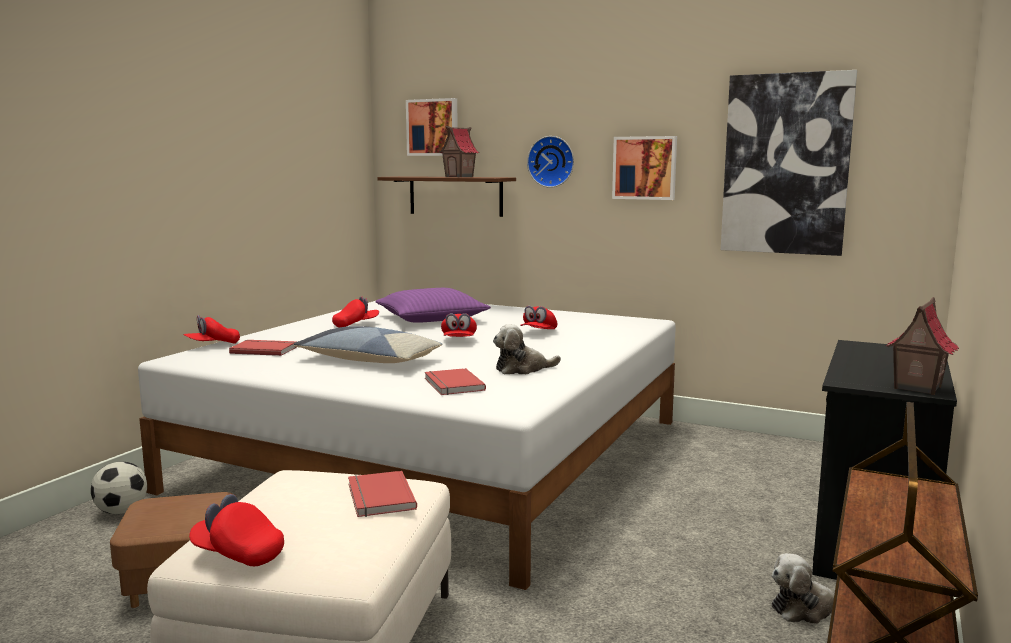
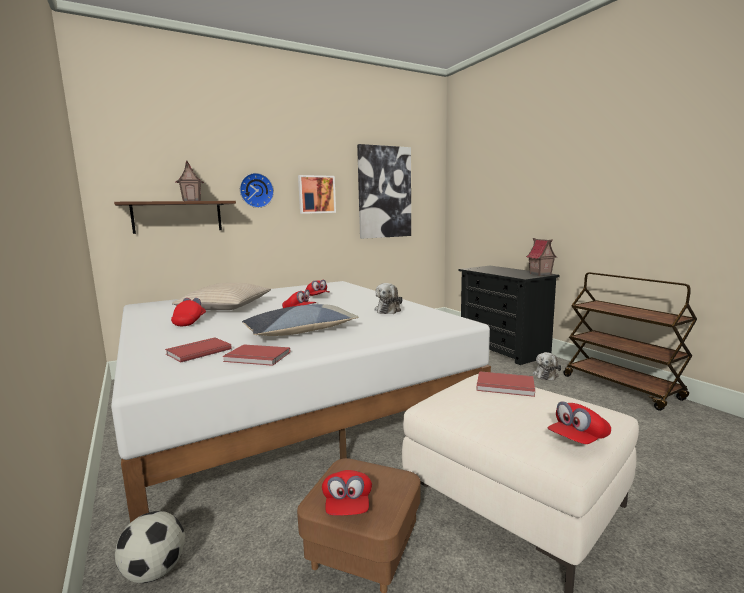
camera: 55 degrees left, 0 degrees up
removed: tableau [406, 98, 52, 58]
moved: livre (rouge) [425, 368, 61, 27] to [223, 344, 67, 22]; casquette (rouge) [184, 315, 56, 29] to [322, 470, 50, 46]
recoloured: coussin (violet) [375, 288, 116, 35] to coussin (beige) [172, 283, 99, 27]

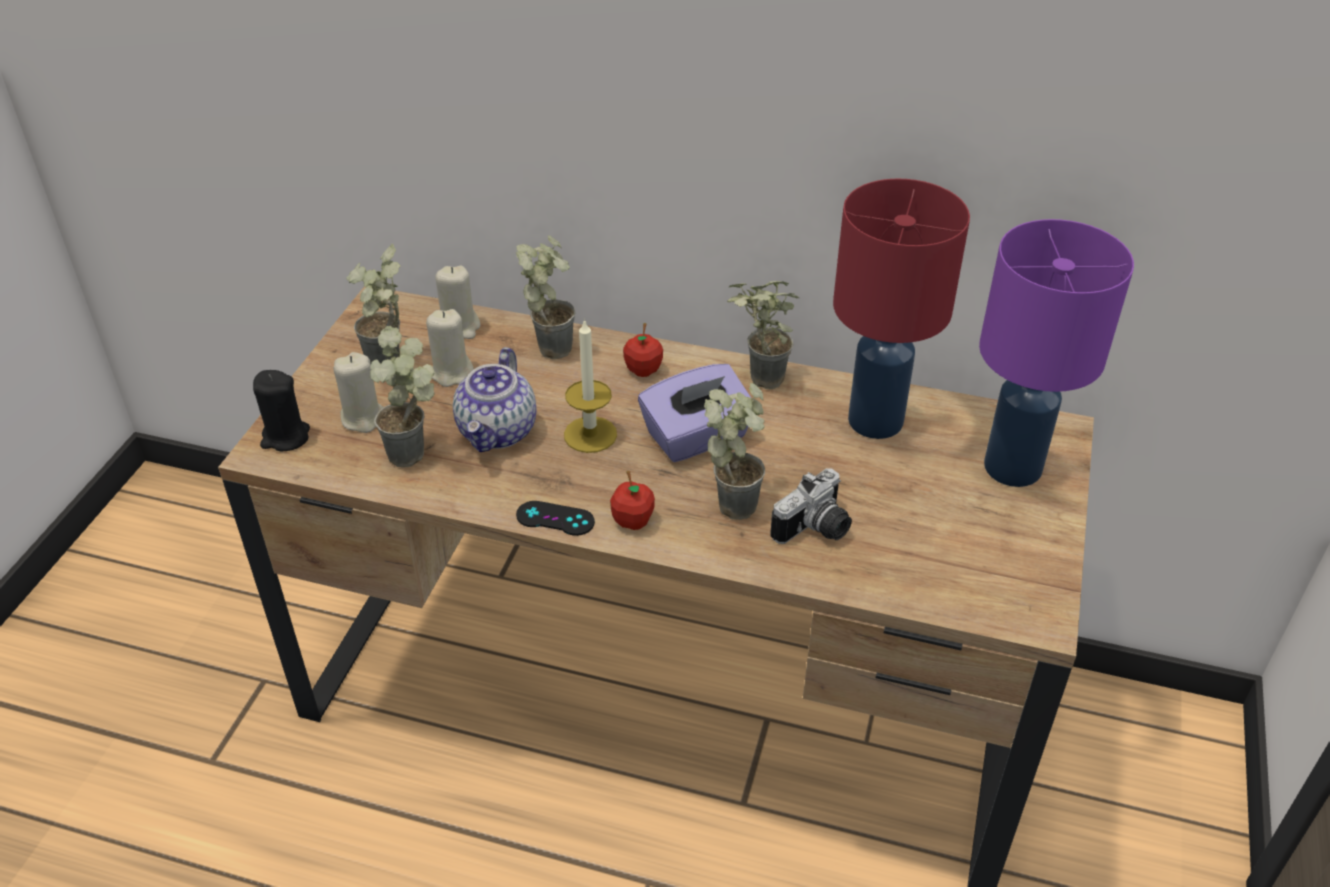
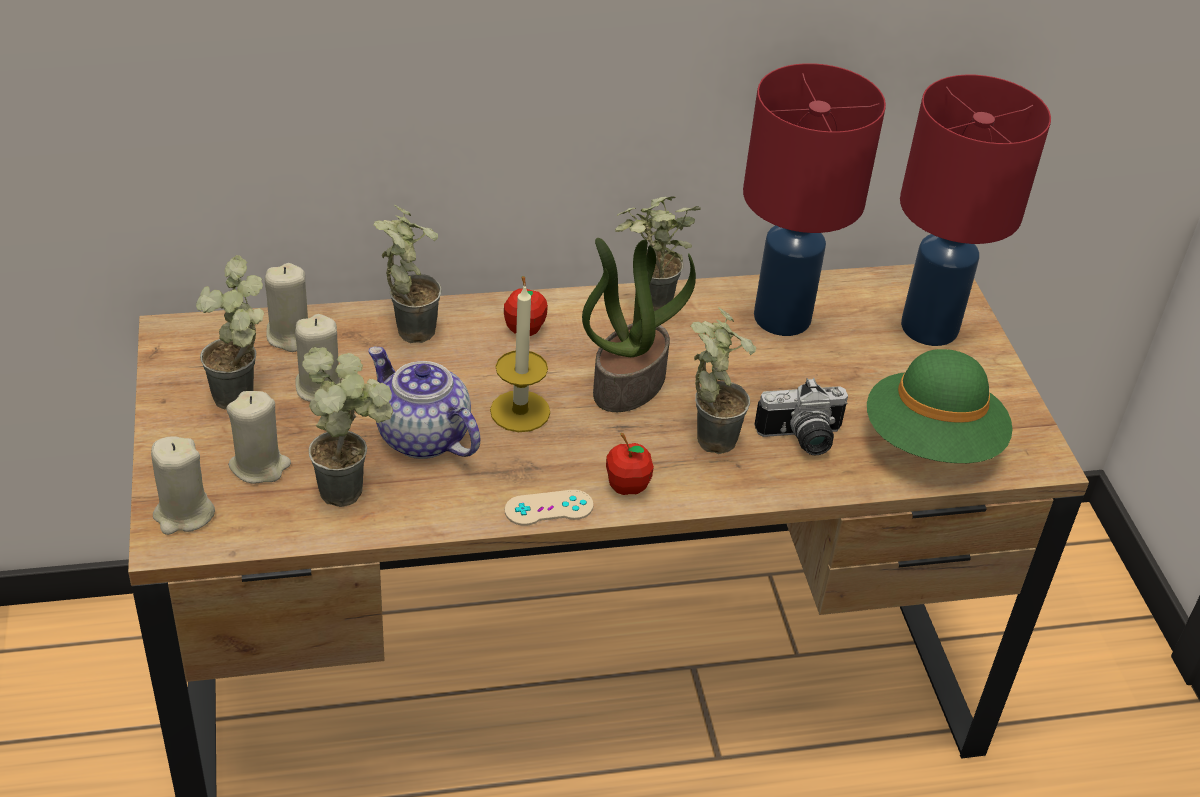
camera: 30 degrees left, 0 degrees up
added: chapeau (vert) [867, 349, 145, 114]
replaced: boîte à mouchoirs (violet) [638, 364, 113, 98] to plante en pot [582, 238, 114, 174]
recoloured: bougie (noir) [253, 370, 57, 81] to bougie (beige) [151, 436, 64, 99]; manette (noir) [516, 501, 79, 35] to manette (beige) [505, 490, 88, 36]; lampe de table (violet) [979, 219, 155, 268] to lampe de table (rouge) [900, 75, 151, 271]
turned: théière [453, 347, 83, 105] = [368, 347, 112, 112] 150 degrees clockwise; appareil photo [771, 468, 81, 76] = [754, 378, 94, 77] 60 degrees clockwise

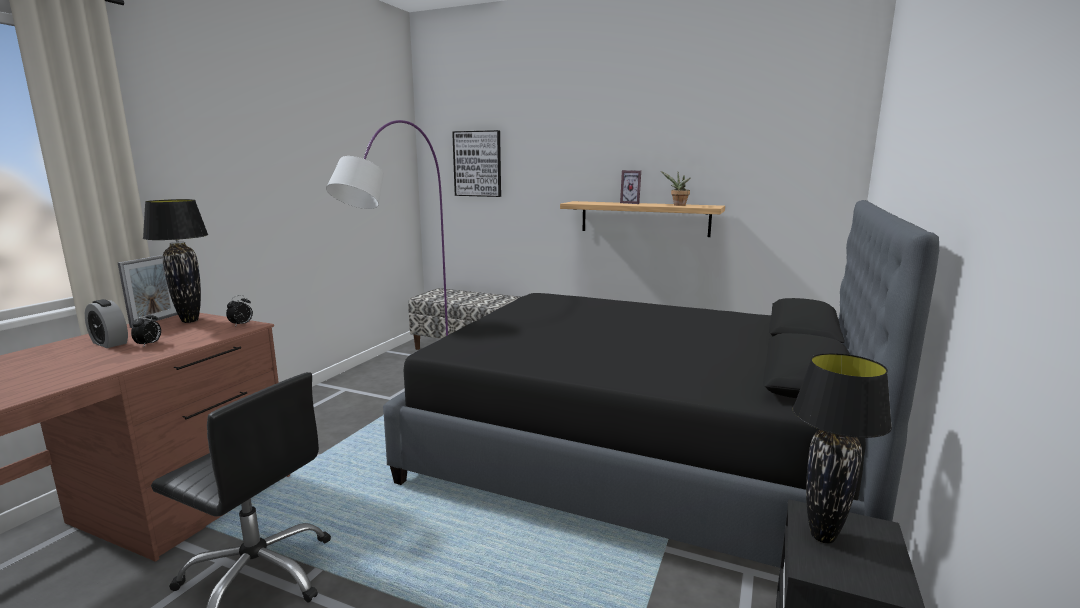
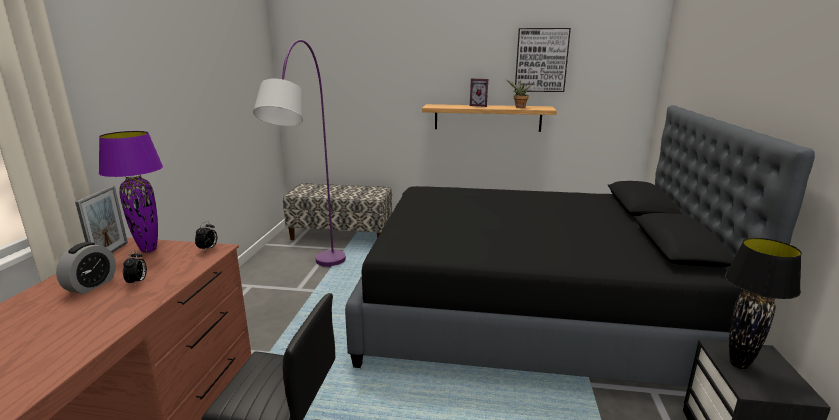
camera: 15 degrees left, 5 degrees up
moved: tableau [452, 130, 49, 67] to [515, 28, 56, 64]
recoloured: lampe de table (noir) [143, 199, 65, 124] to lampe de table (violet) [99, 131, 64, 122]
turned: réveil [85, 299, 43, 49] = [56, 242, 60, 52] 90 degrees counterclockwise

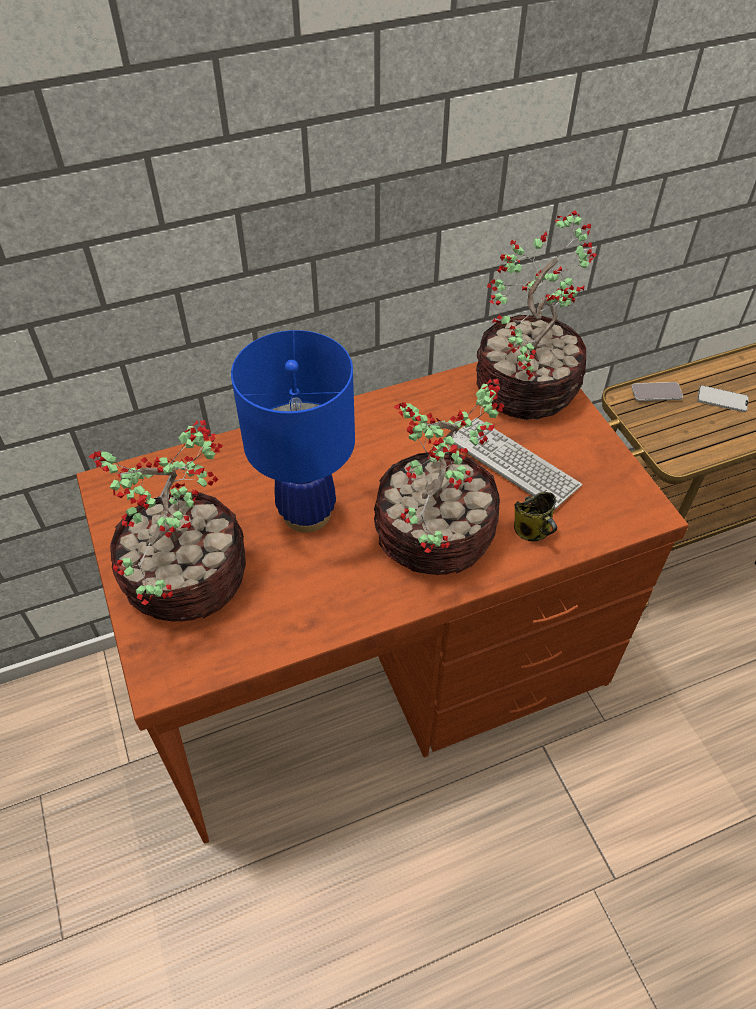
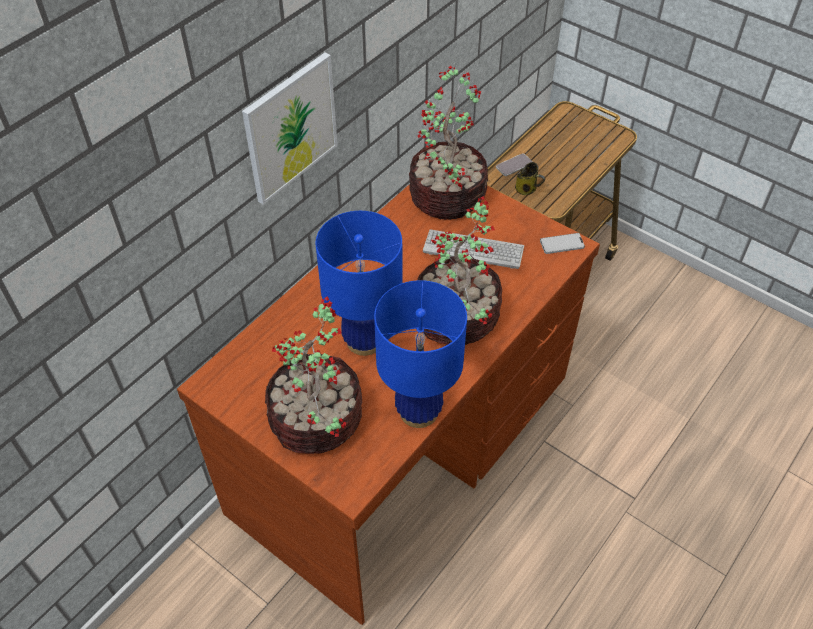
camera: 30 degrees left, 0 degrees up
added: tableau [242, 53, 96, 152]; lampe de table (bleu) [374, 280, 93, 148]
moved: mug [514, 492, 44, 50] to [515, 162, 30, 33]; téléphone [697, 385, 52, 27] to [540, 233, 45, 21]

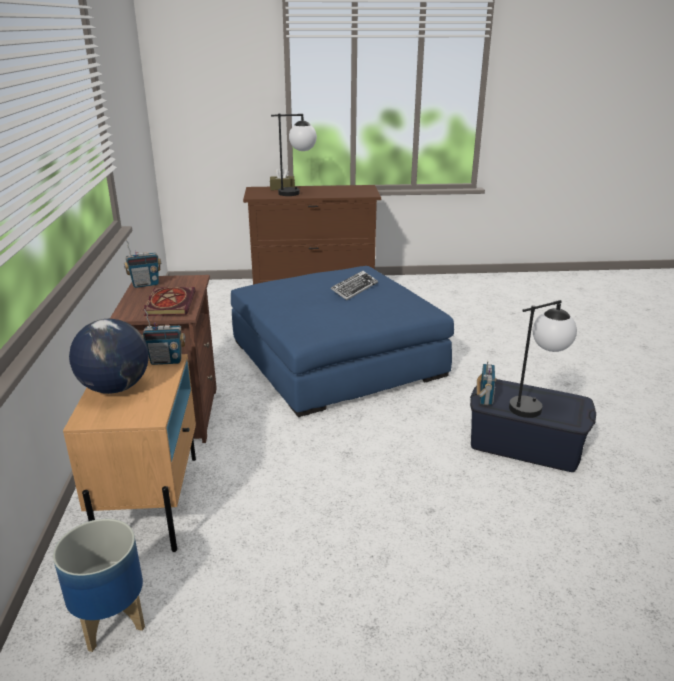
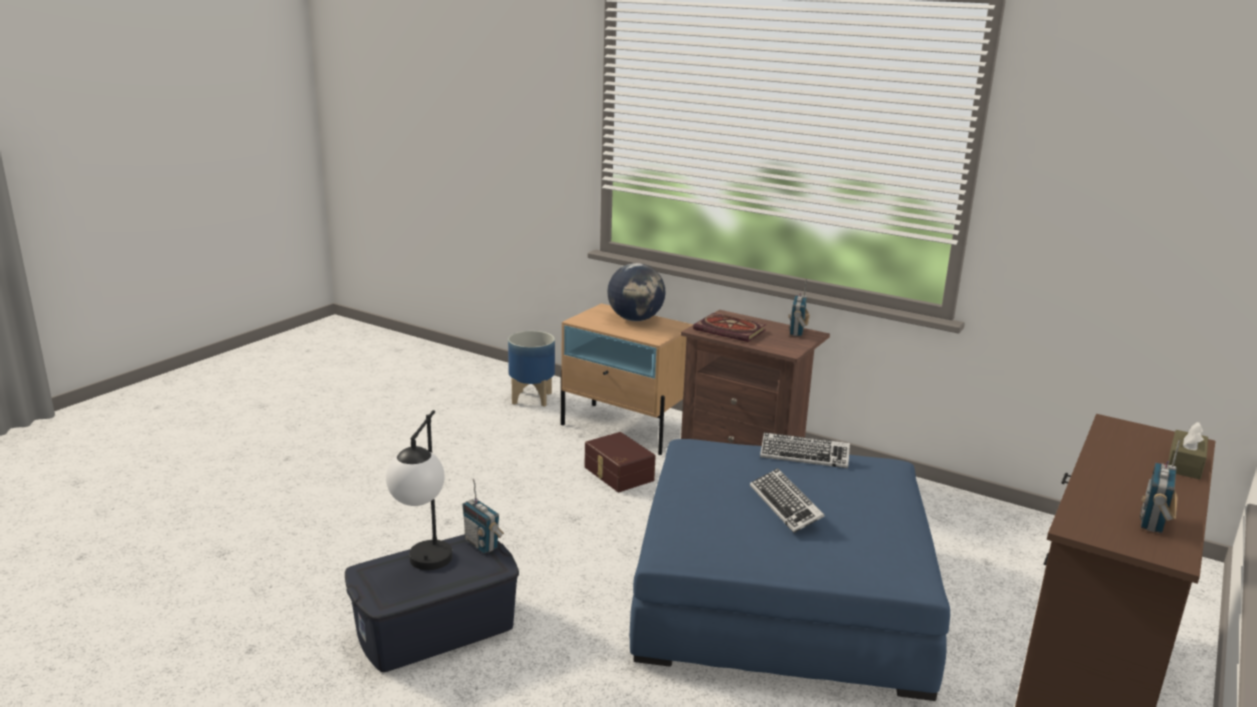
camera: 125 degrees right, 5 degrees down
removed: lampe de table [271, 114, 46, 82]
added: boîte de rangement (marron) [585, 432, 71, 60]; clavier [760, 432, 90, 36]
moved: radio [142, 309, 43, 56] to [1140, 440, 41, 93]

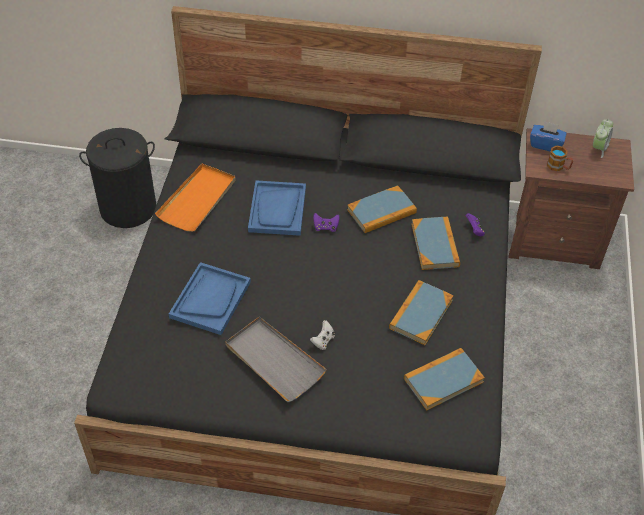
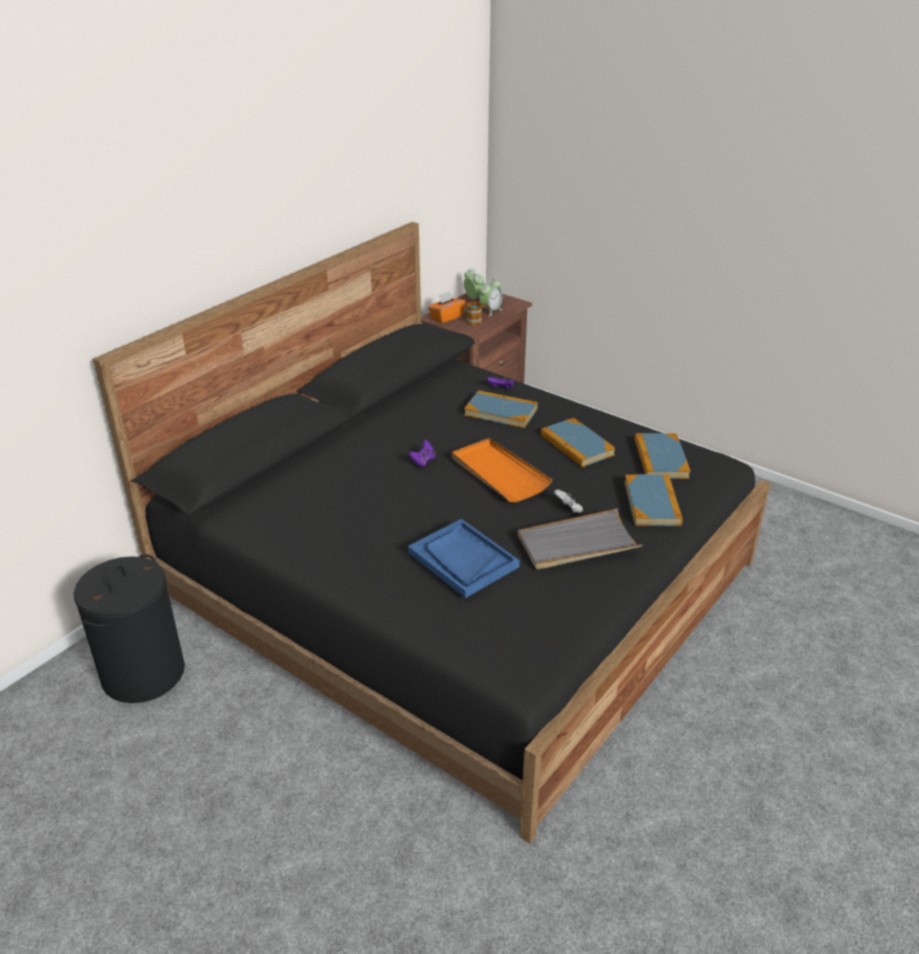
camera: 60 degrees left, 15 degrees down
removed: plateau (bleu) [248, 180, 58, 56]
added: réveil [480, 278, 23, 39]
moved: plateau (orange) [155, 164, 81, 68] to [452, 438, 101, 64]; livre [347, 186, 70, 47] to [624, 474, 59, 52]
recoloured: boîte à mouchoirs (bleu) [530, 121, 37, 31] to boîte à mouchoirs (orange) [428, 291, 37, 32]

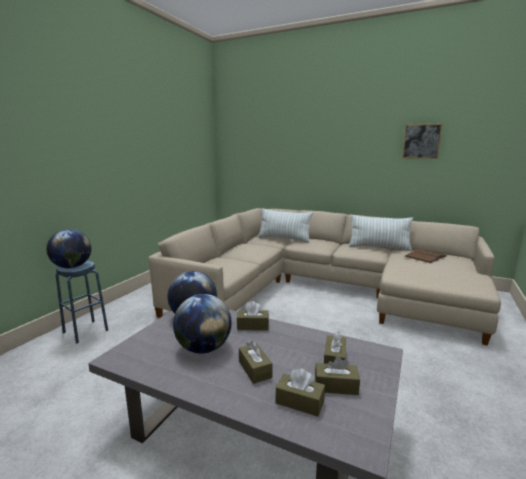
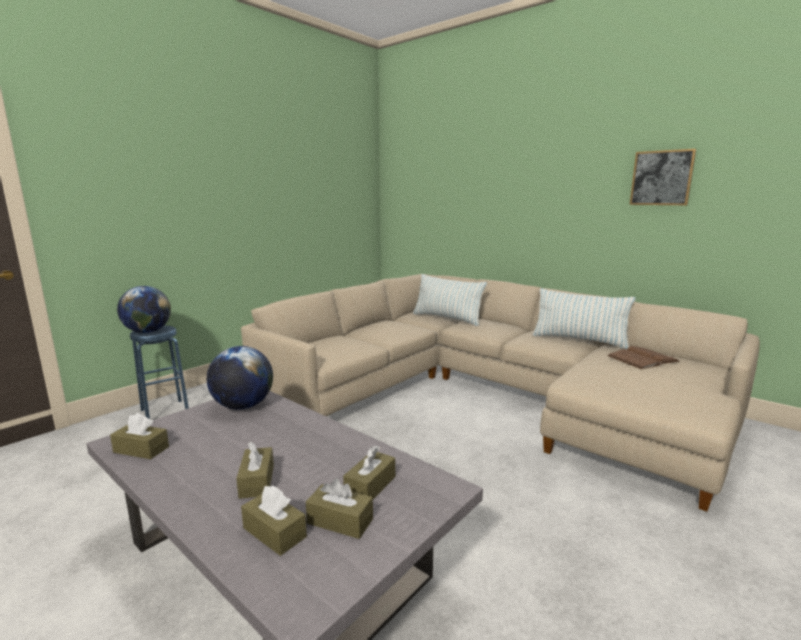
camera: 15 degrees right, 0 degrees up
removed: globe [173, 294, 59, 60]
moved: boîte à mouchoirs (marron) [237, 301, 32, 29] to [110, 413, 59, 46]

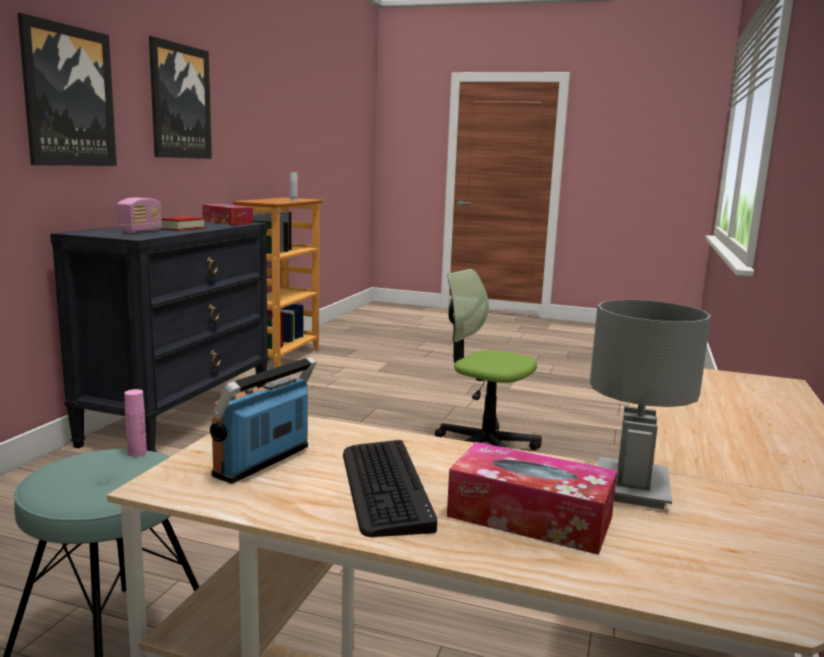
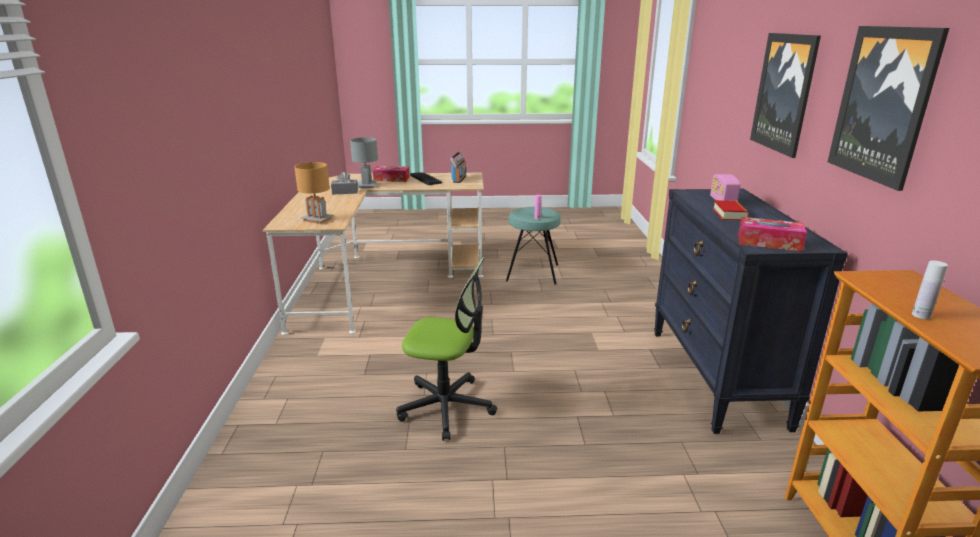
camera: 160 degrees right, 10 degrees up
added: lampe de table (marron) [294, 162, 40, 62]; boîte à mouchoirs (gris) [331, 172, 27, 23]

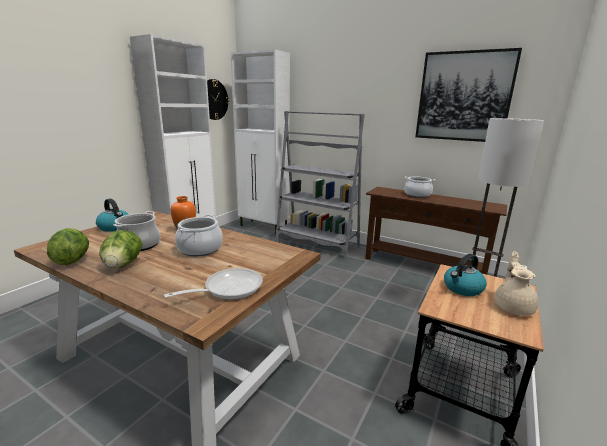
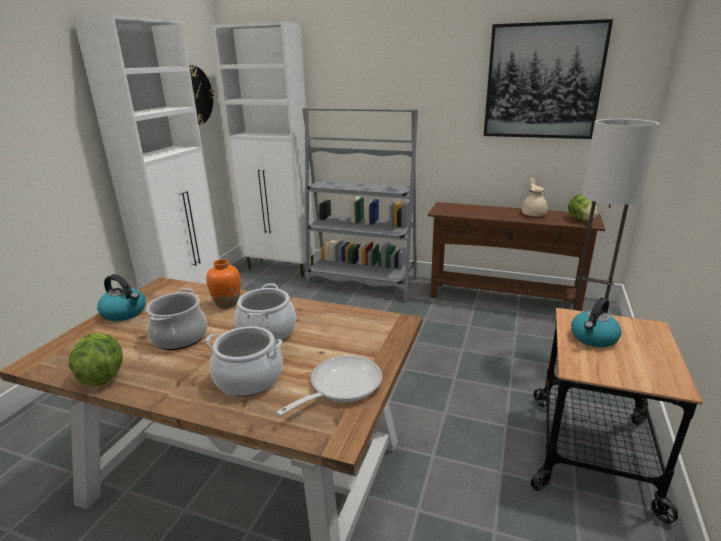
camera: 10 degrees left, 5 degrees up
moved: marmite [404, 177, 31, 21] to [205, 326, 78, 71]; théière (beige) [494, 251, 44, 65] to [522, 178, 26, 38]; laitue [99, 230, 44, 39] to [568, 194, 30, 27]

